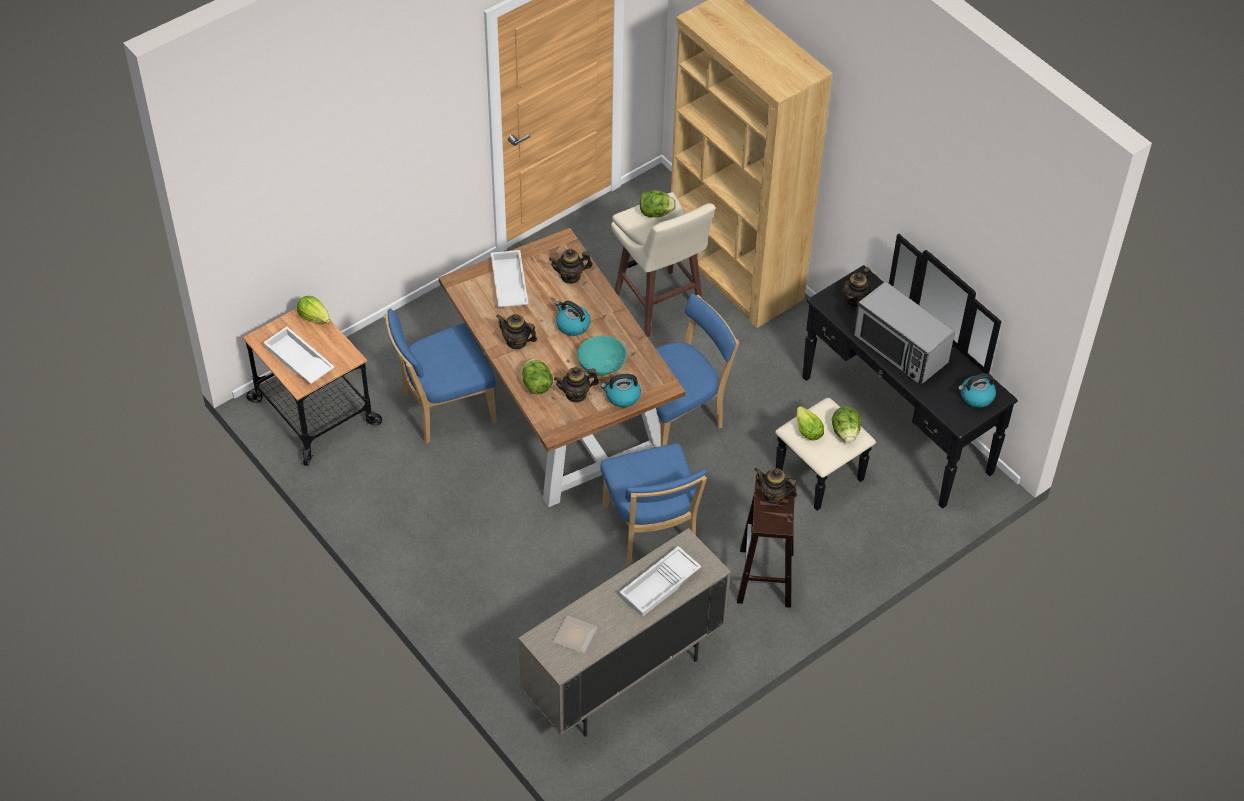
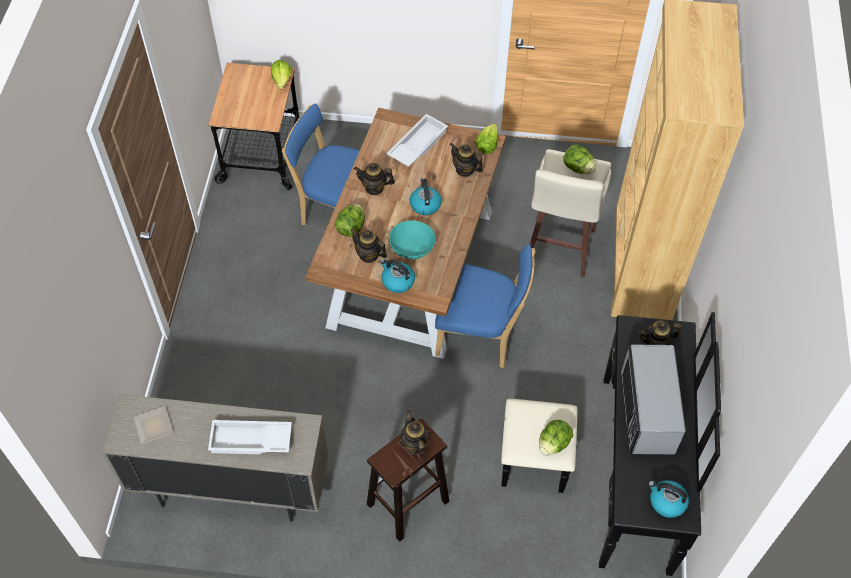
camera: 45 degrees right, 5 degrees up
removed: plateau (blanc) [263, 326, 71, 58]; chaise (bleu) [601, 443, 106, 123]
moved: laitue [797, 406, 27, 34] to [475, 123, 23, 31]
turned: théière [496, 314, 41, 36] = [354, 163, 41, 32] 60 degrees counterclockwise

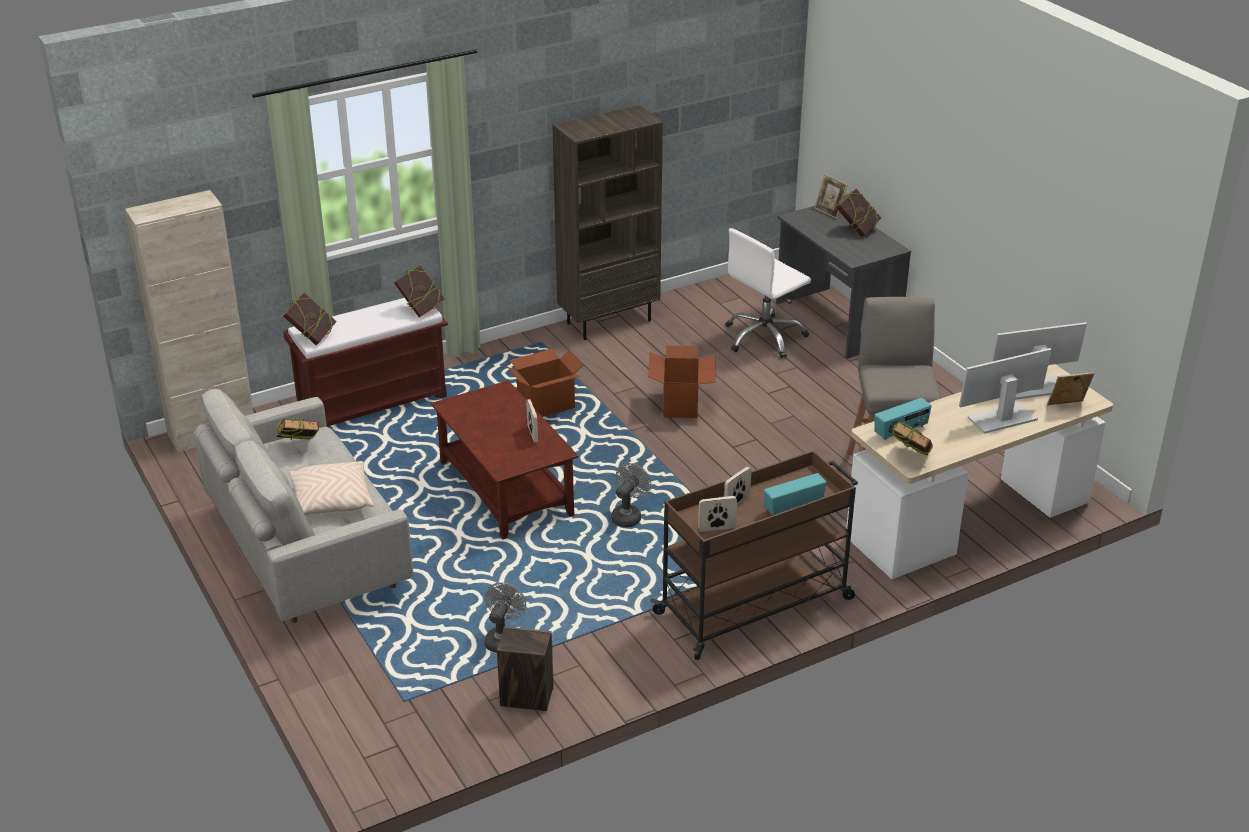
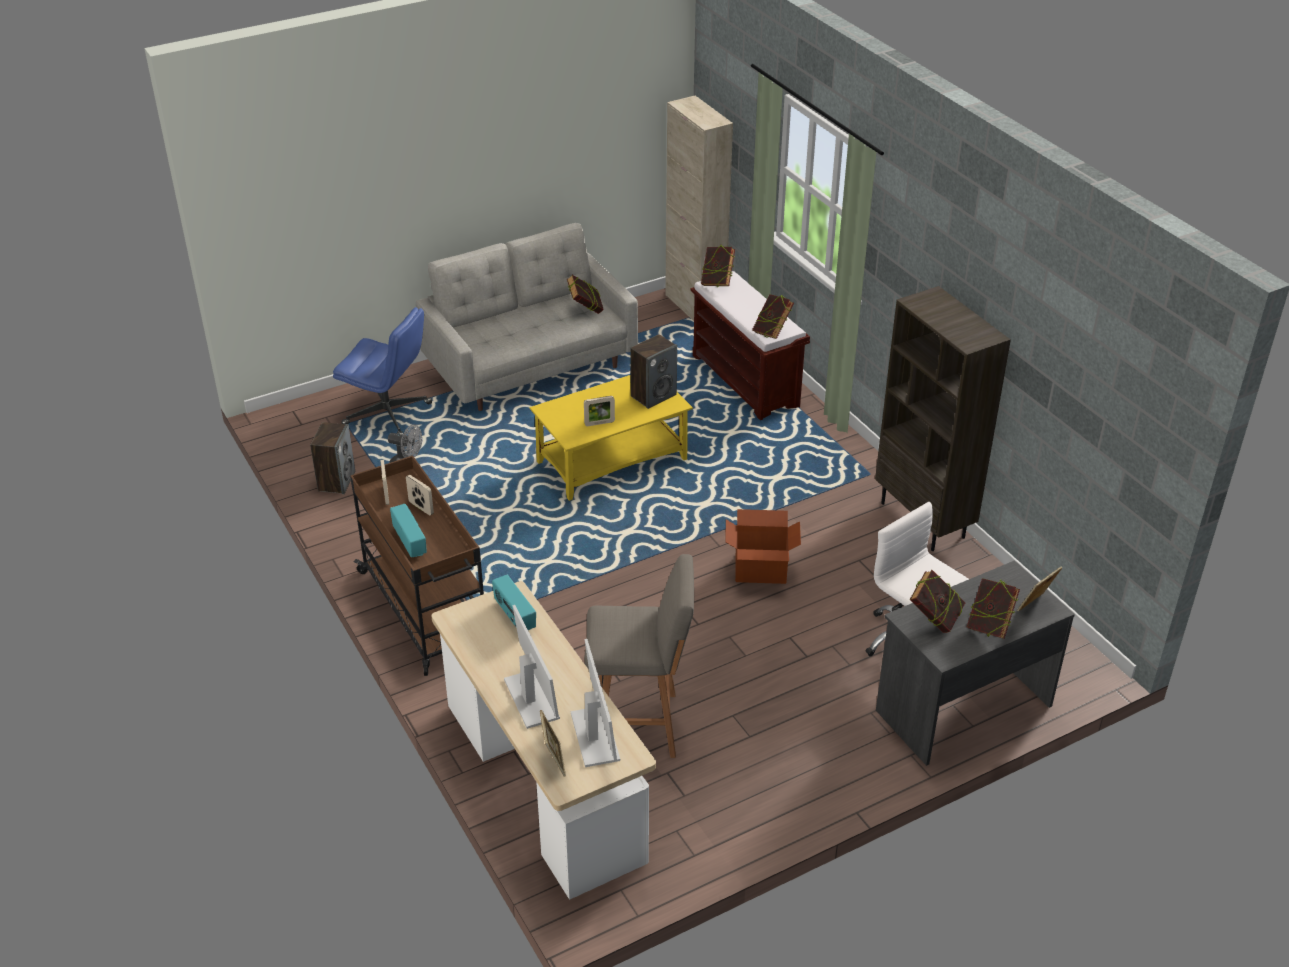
camera: 90 degrees right, 5 degrees up
removed: coussin (beige) [289, 461, 85, 54]; carton [507, 349, 76, 68]; ventilateur (gris) [611, 463, 40, 64]
added: chaise de bureau (bleu) [333, 307, 99, 128]; enceinte [630, 334, 47, 75]
moved: livre [892, 421, 41, 34] to [910, 570, 55, 63]
recoloured: table basse (marron) [431, 381, 147, 158] to table basse (jaune) [530, 375, 163, 126]

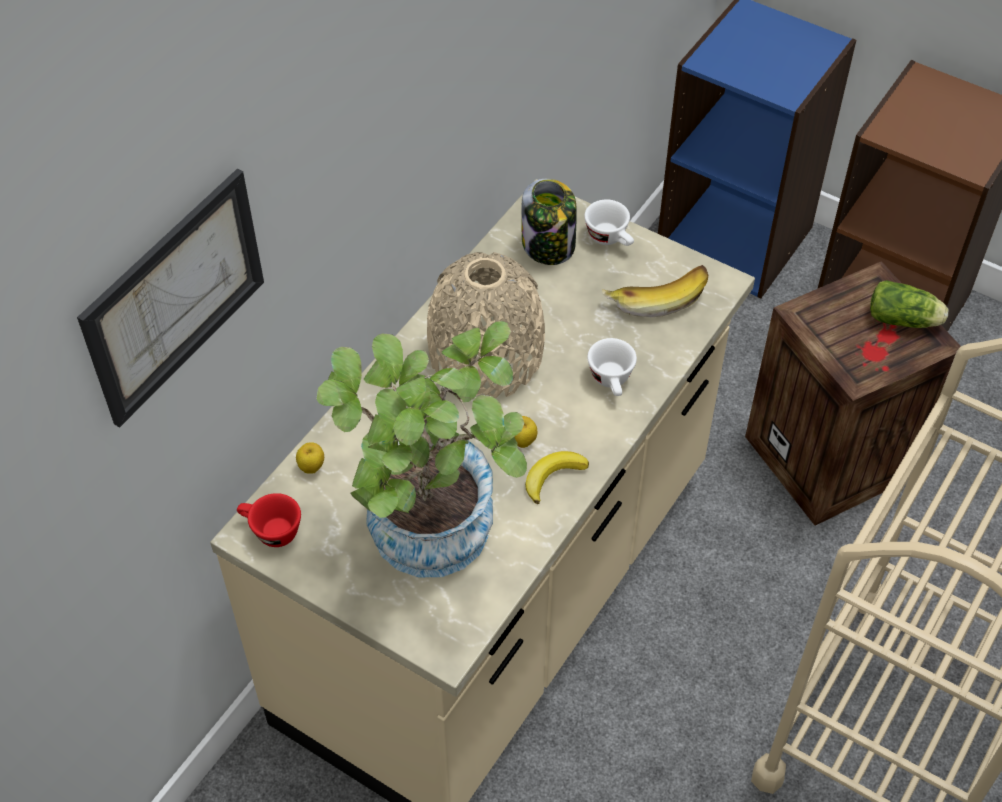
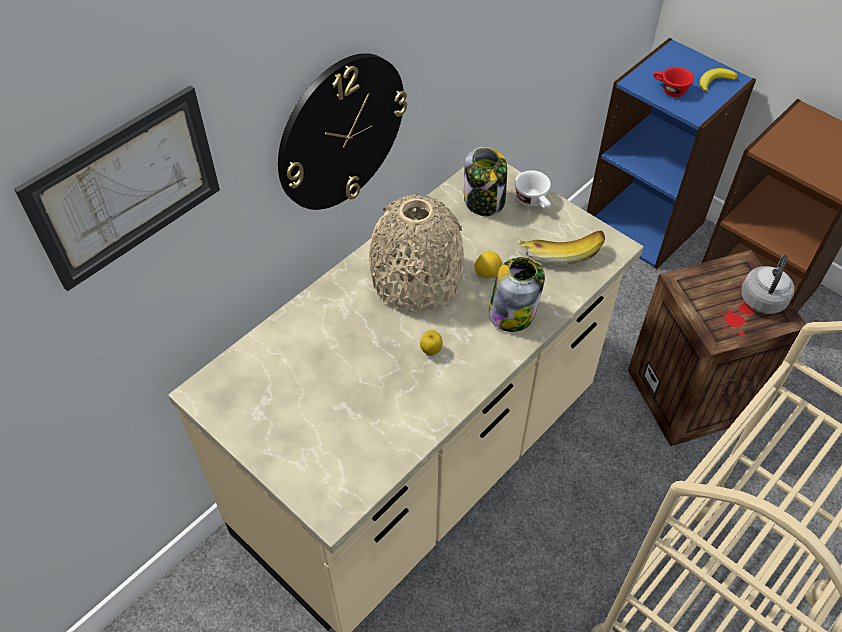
camera: 10 degrees right, 0 degrees up
removed: pomme [296, 442, 28, 32]; plante en pot [317, 321, 210, 256]
added: horloge murale [278, 53, 129, 157]; citron [474, 251, 29, 27]
moved: tasse (rouge) [237, 493, 64, 54] to [654, 67, 40, 30]; banane [525, 451, 64, 53] to [699, 68, 38, 25]
replaced: tasse (blanc) [587, 338, 50, 58] to bocal [489, 257, 56, 75]; laitue [870, 280, 78, 48] to bouilloire (gris) [741, 255, 53, 59]

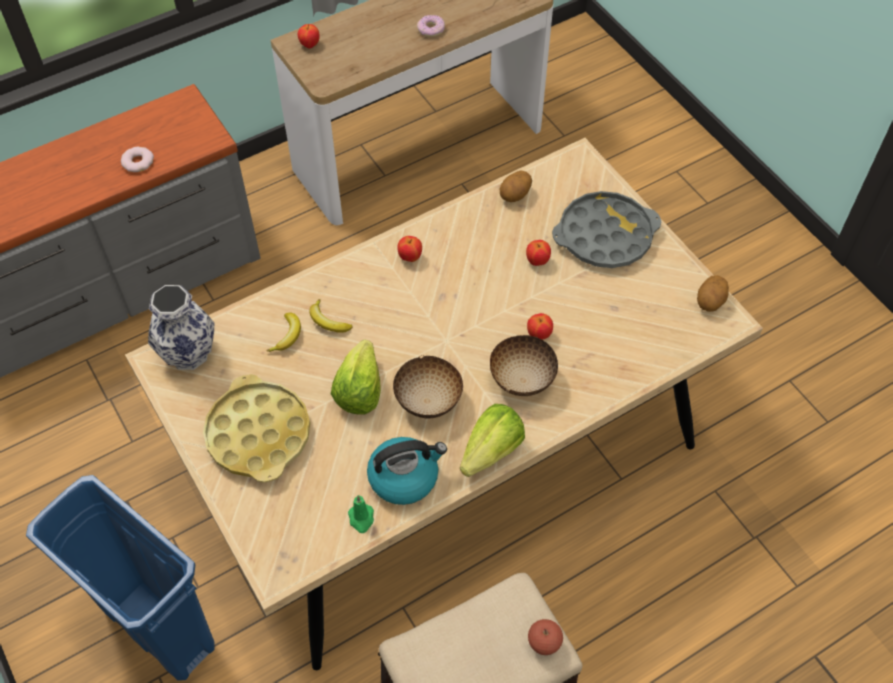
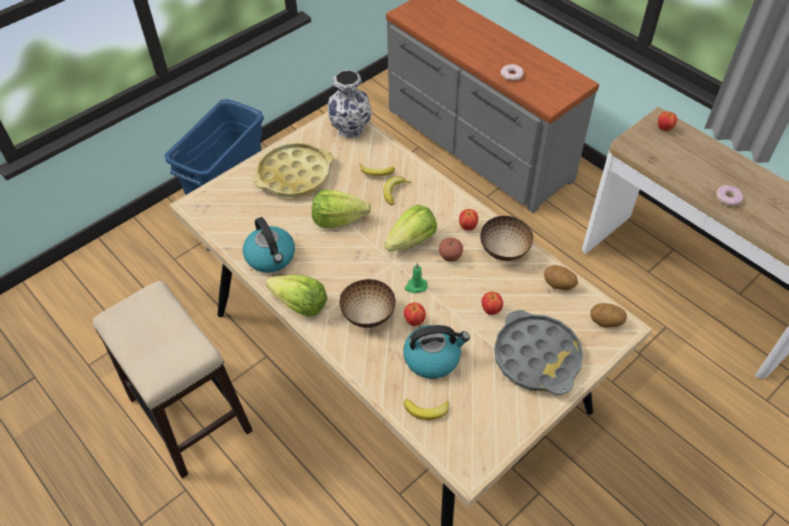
camera: 80 degrees right, 5 degrees down
added: laitue [384, 205, 53, 46]; bouilloire [403, 325, 67, 54]; banane [404, 399, 45, 21]
moved: bougie (vert) [348, 495, 26, 38] to [405, 263, 23, 30]; pomme [528, 619, 35, 36] to [439, 238, 24, 24]; bol [393, 356, 70, 62] to [480, 216, 53, 45]; pomme de terre [697, 275, 32, 37] to [590, 303, 37, 25]

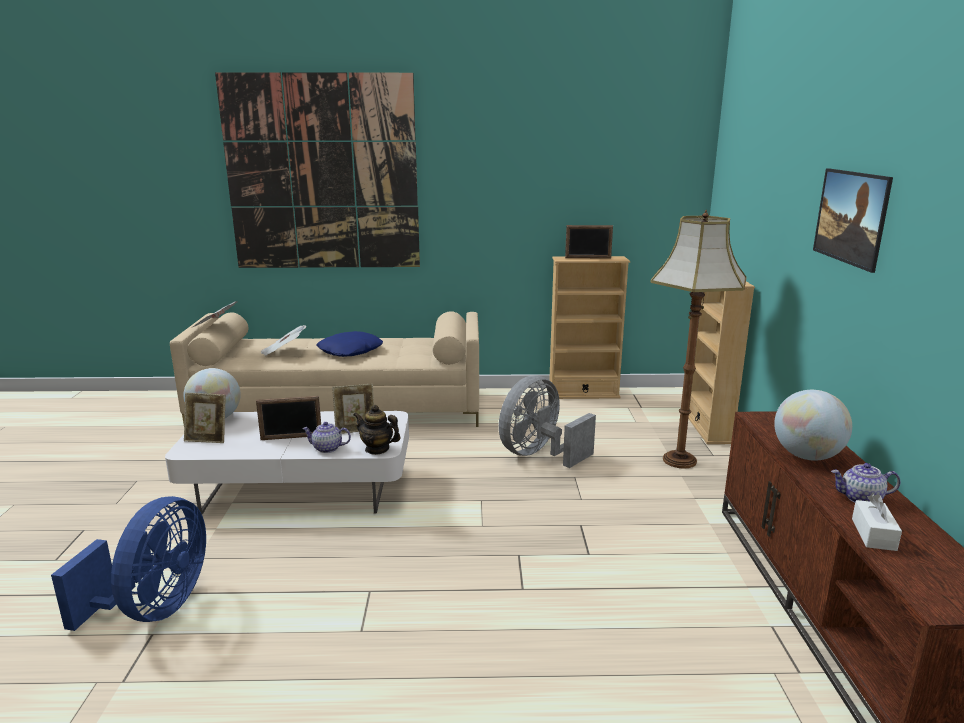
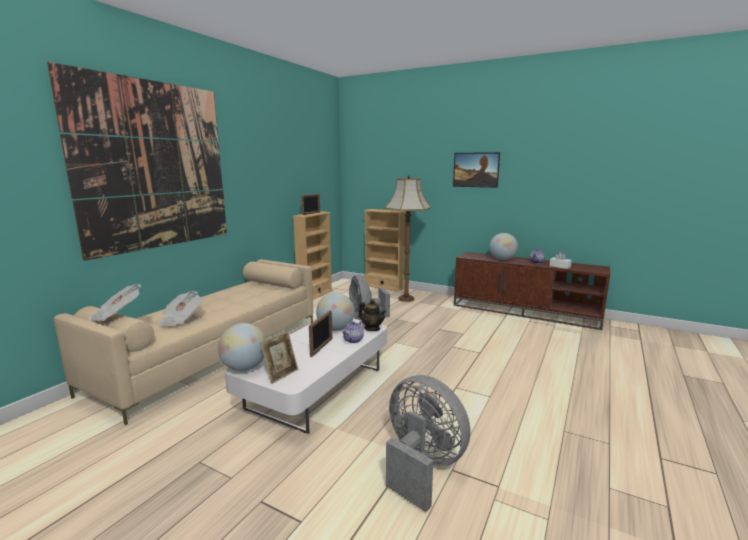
camera: 60 degrees left, 5 degrees down
removed: coussin (bleu) [317, 331, 66, 26]
replaced: cadre photo [332, 384, 42, 50] to globe [316, 293, 38, 38]
recoloured: ventilateur (bleu) [51, 496, 155, 135] to ventilateur (gris) [386, 375, 85, 137]
turned: théière [353, 405, 48, 50] = [359, 299, 27, 32] 105 degrees counterclockwise

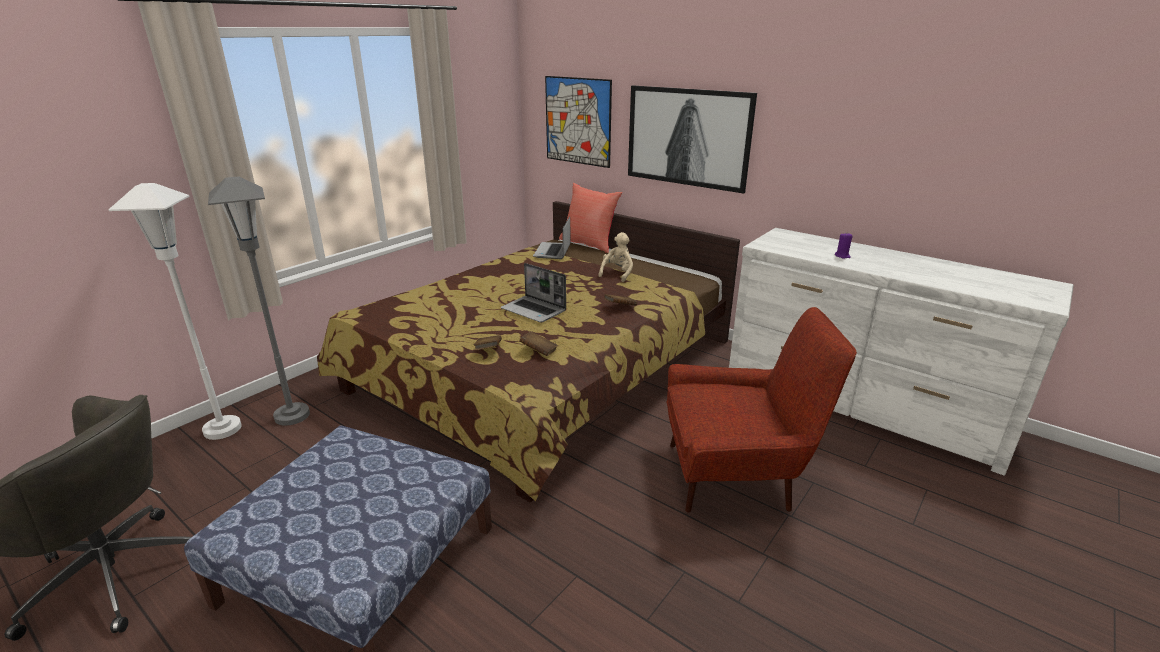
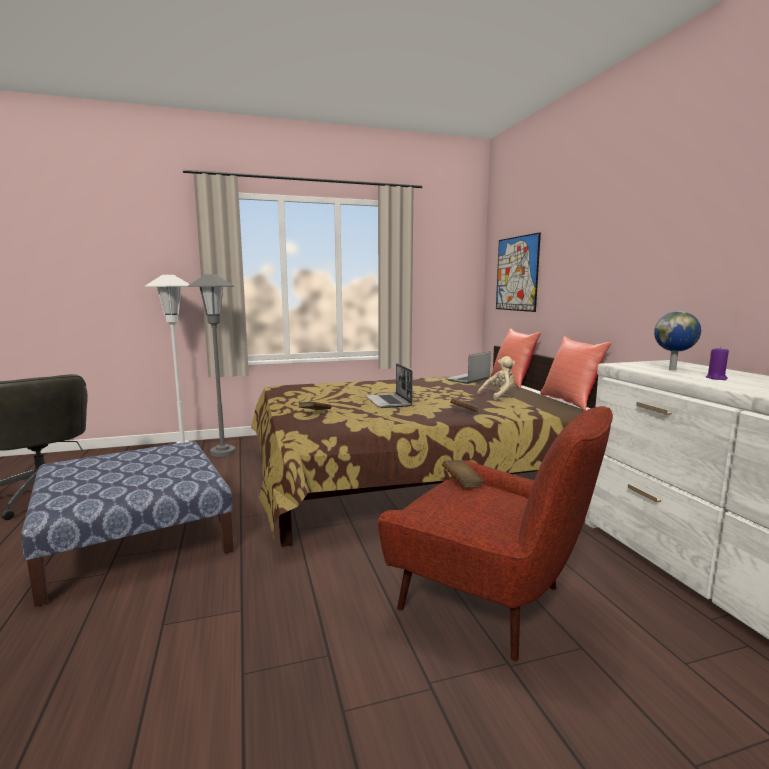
camera: 35 degrees right, 15 degrees down
removed: tableau [628, 85, 129, 108]
added: coussin (rouge) [540, 336, 72, 75]; globe [654, 311, 47, 59]
moved: livre (marron) [519, 331, 39, 25] to [442, 460, 42, 28]

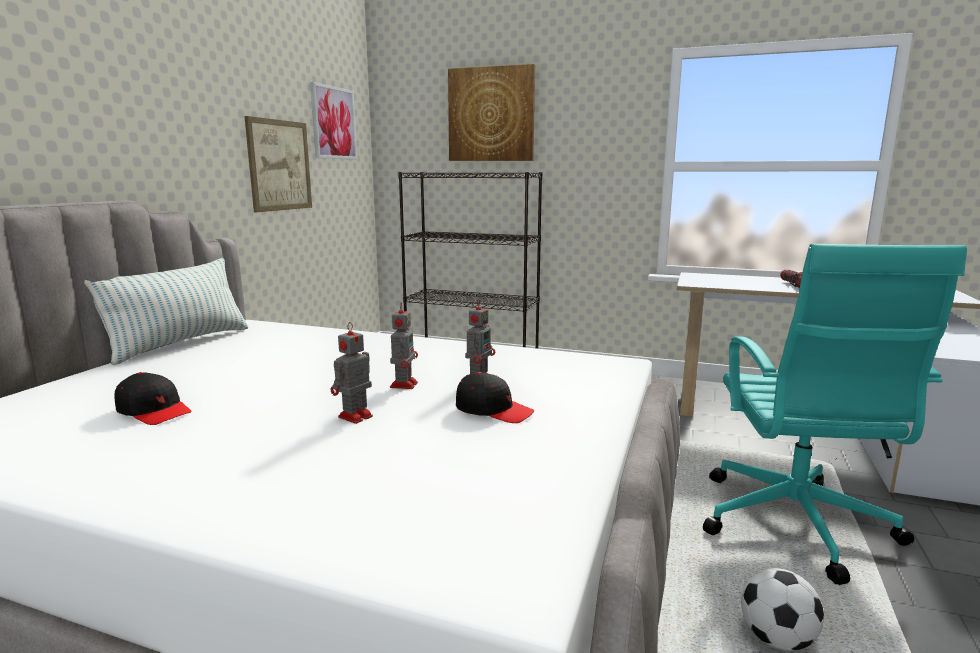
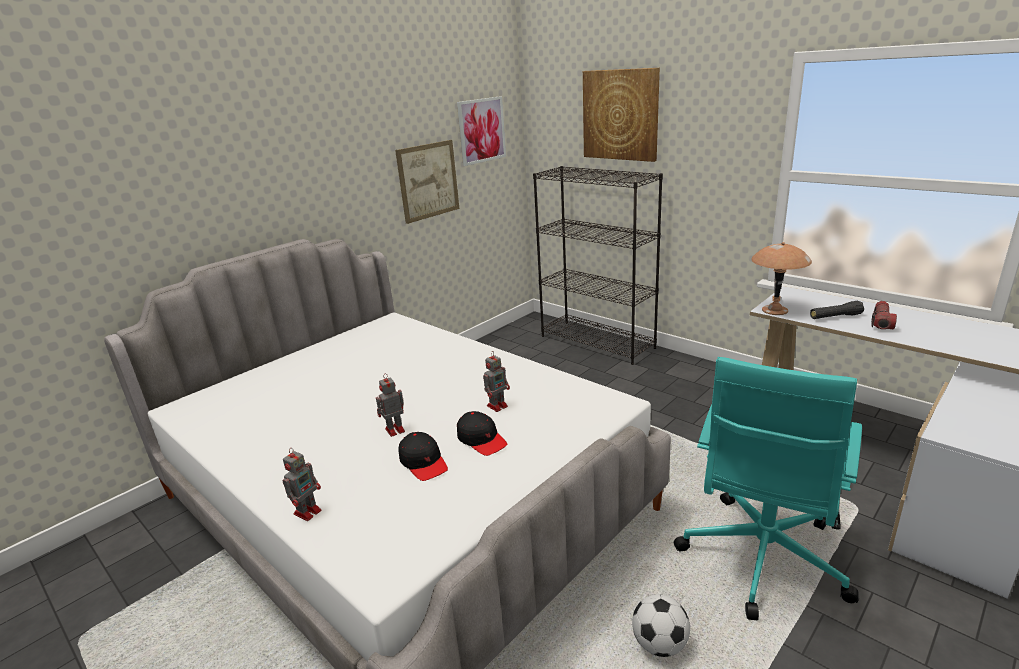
camera: 25 degrees right, 10 degrees up
removed: coussin [84, 258, 164, 107]
added: lampe de table (marron) [751, 242, 61, 73]; lampe de poche (noir) [810, 301, 54, 18]
moved: robot jouet [390, 302, 28, 87] to [283, 448, 38, 73]; casquette (noir) [114, 372, 78, 53] to [398, 432, 50, 49]

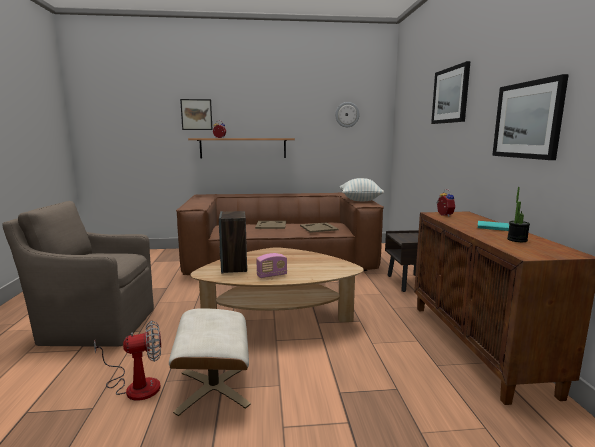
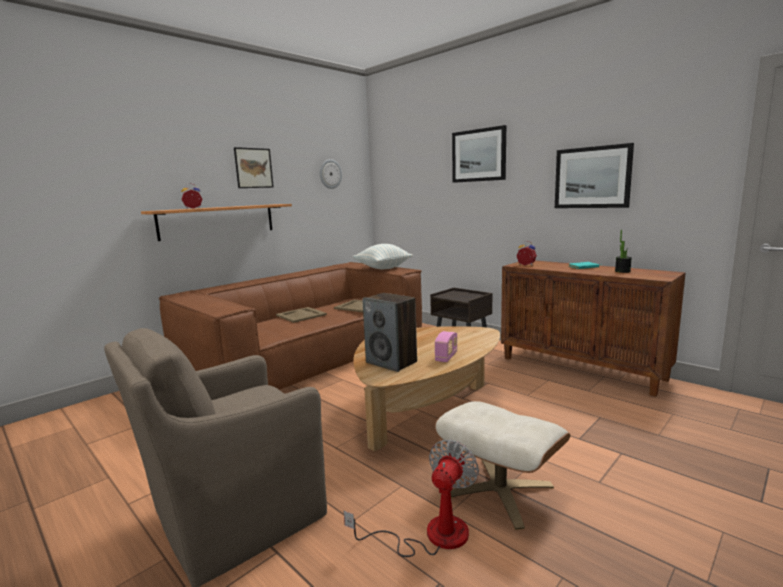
camera: 40 degrees left, 0 degrees up
moved: tableau [180, 99, 33, 31] to [234, 147, 40, 41]

